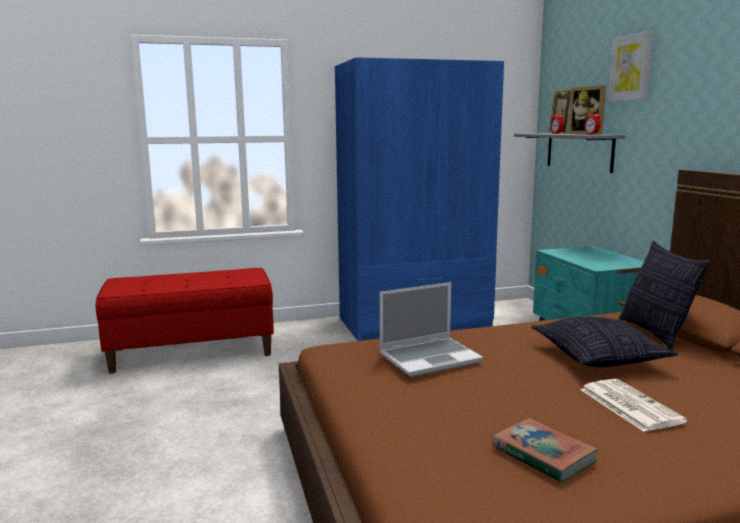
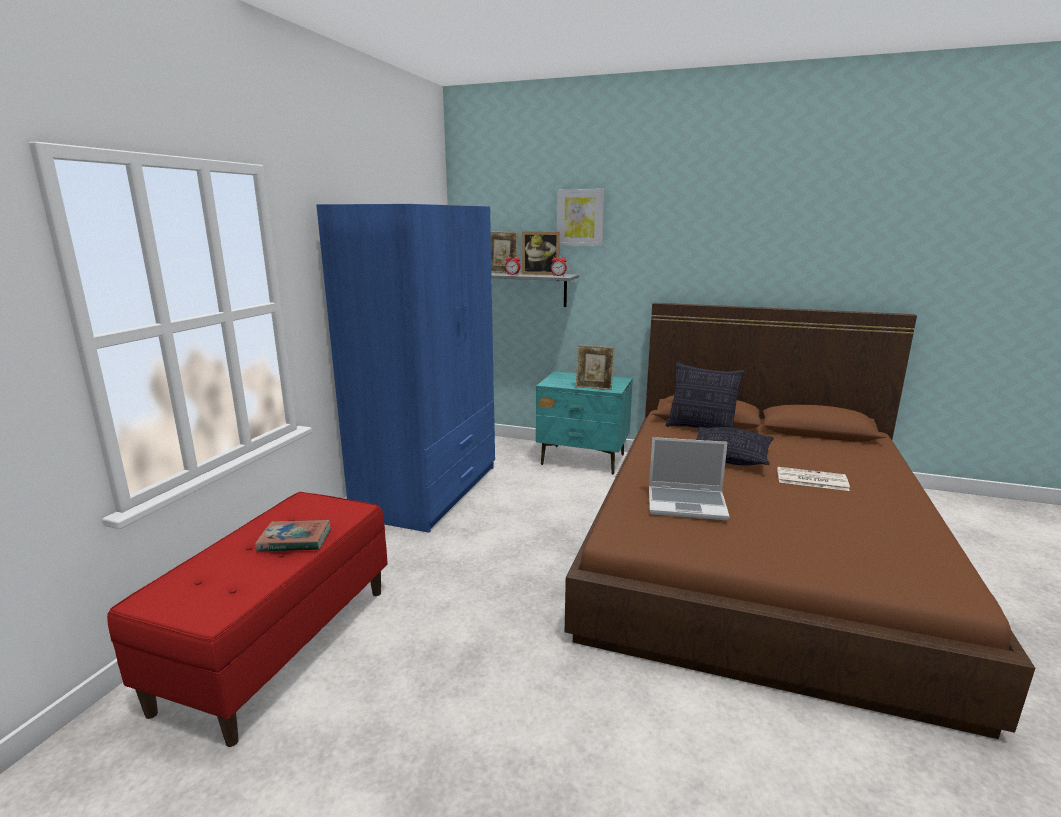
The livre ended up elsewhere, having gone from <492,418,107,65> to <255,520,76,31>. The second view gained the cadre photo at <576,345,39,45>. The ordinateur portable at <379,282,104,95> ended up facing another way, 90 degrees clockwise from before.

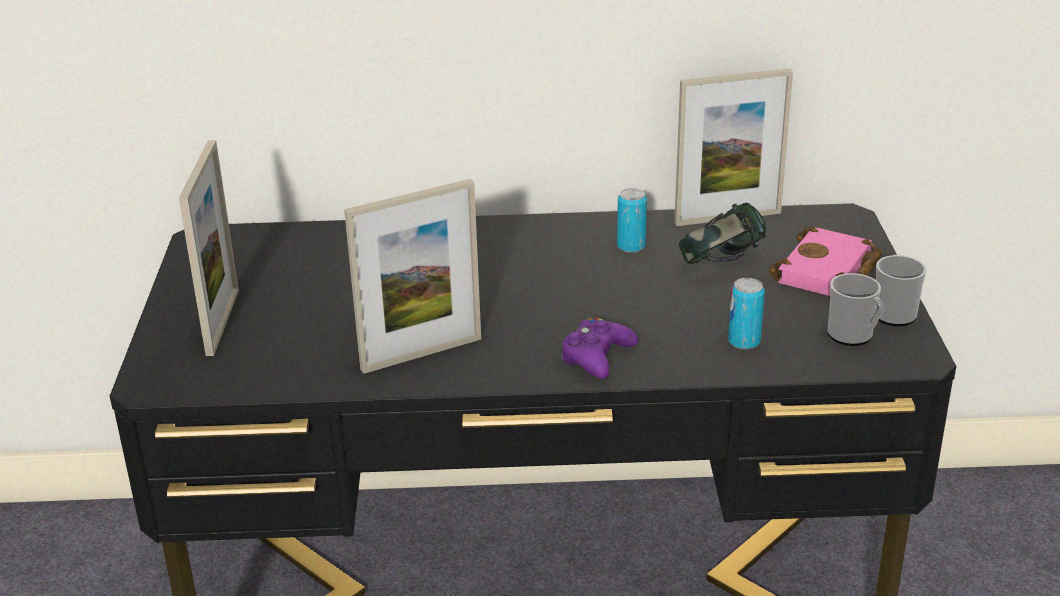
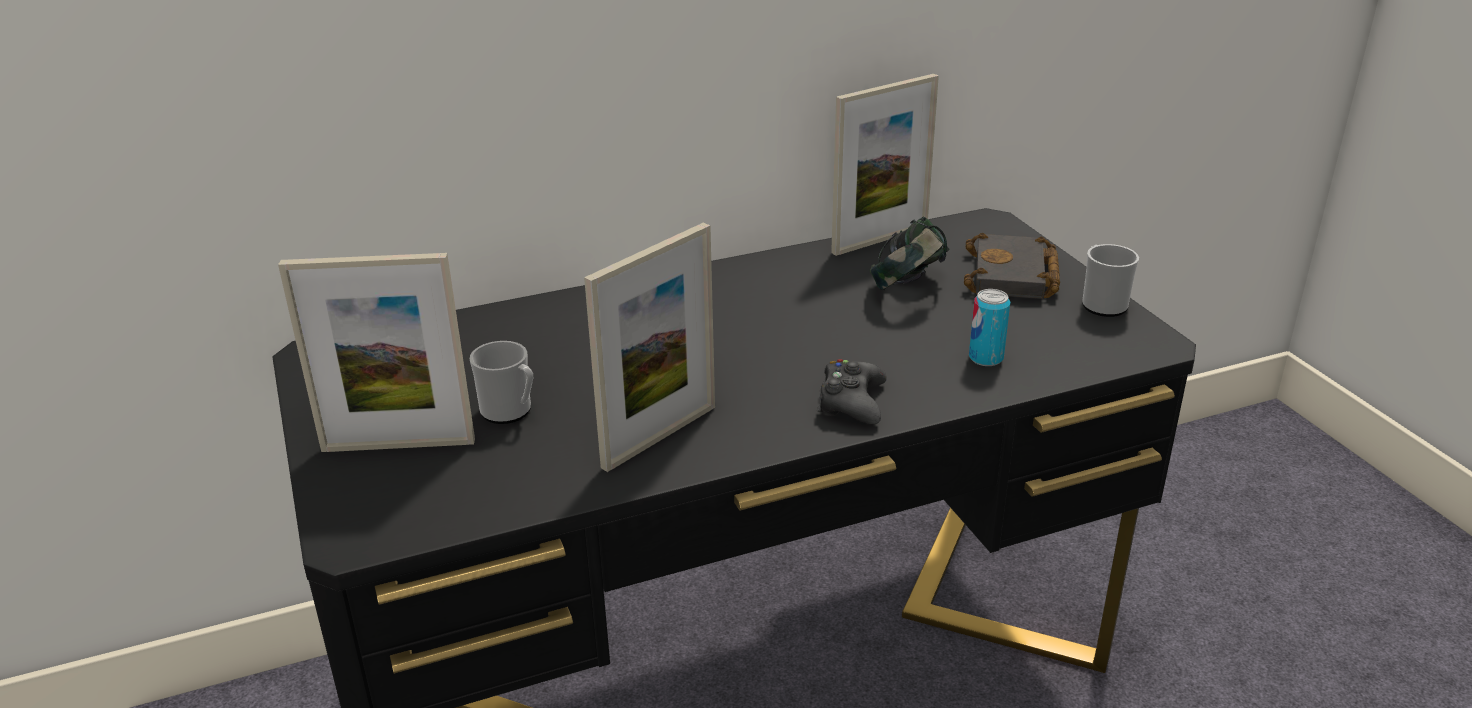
The cadre photo at <179,140,60,216> ended up facing another way, 105 degrees clockwise from before. The mug ended up elsewhere, having gone from <827,273,58,73> to <470,341,63,83>. What was the manette/violet at <561,317,77,62> turned into the manette/noir at <817,359,70,65>. What was the livre/rose at <769,226,113,70> turned into the livre/noir at <964,233,96,66>. The second view lost the boîte métallique at <617,188,30,65>.

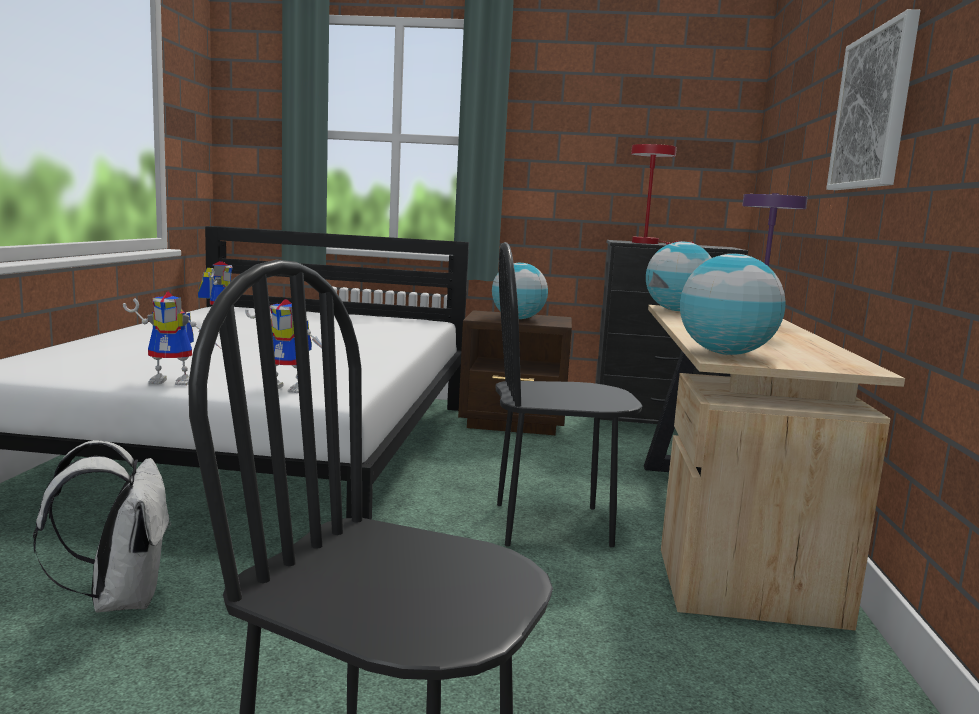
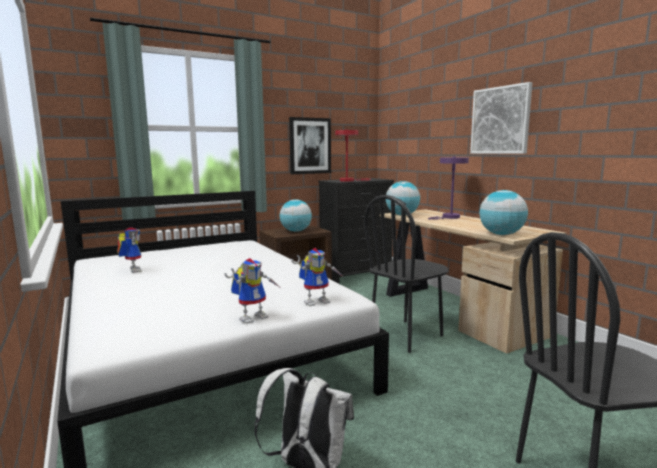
The second view gained the tableau at <289,117,42,57>.

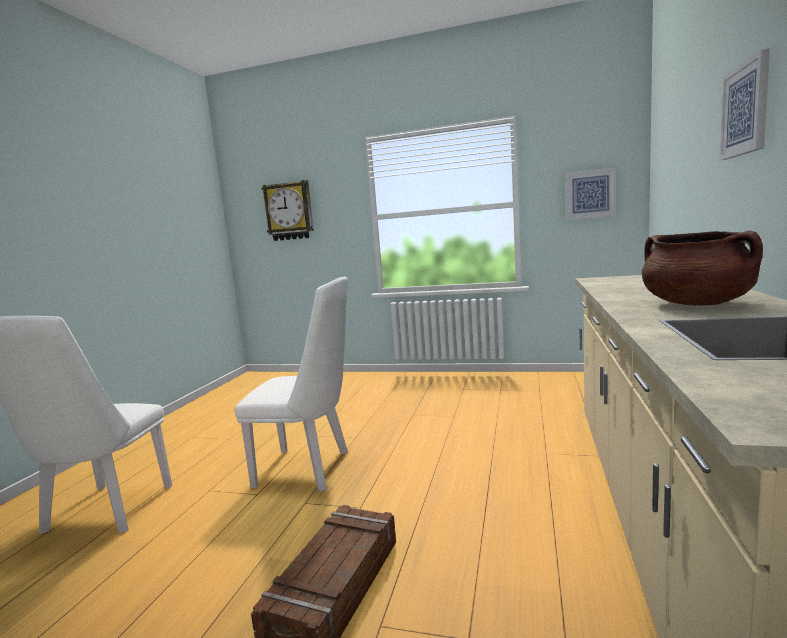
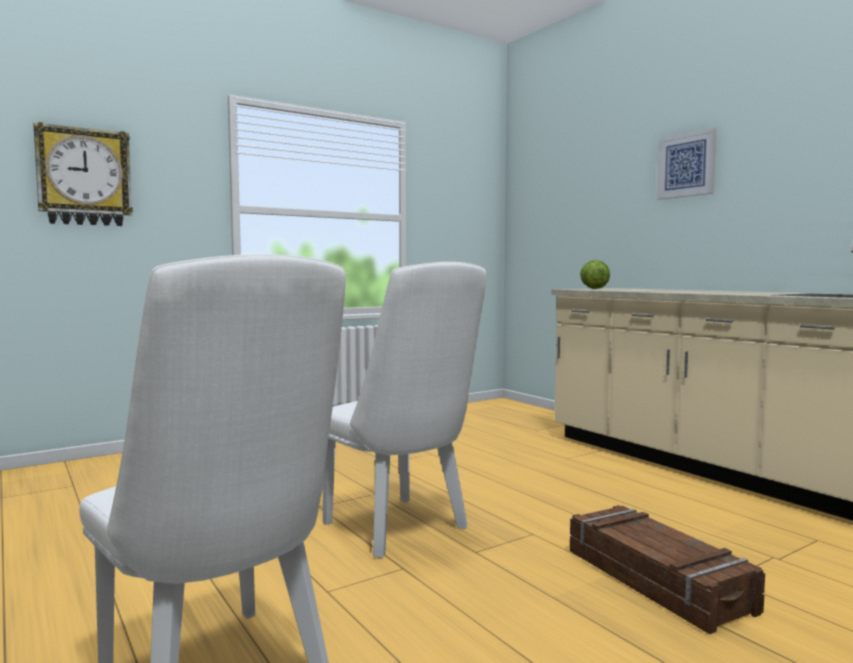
The chaise/blanc at <235,276,113,216> ended up facing another way, 90 degrees clockwise from before. The second view gained the laitue at <580,260,30,29>. The second view lost the tableau at <565,167,51,53>. The second view lost the marmite/marron at <642,230,121,76>.

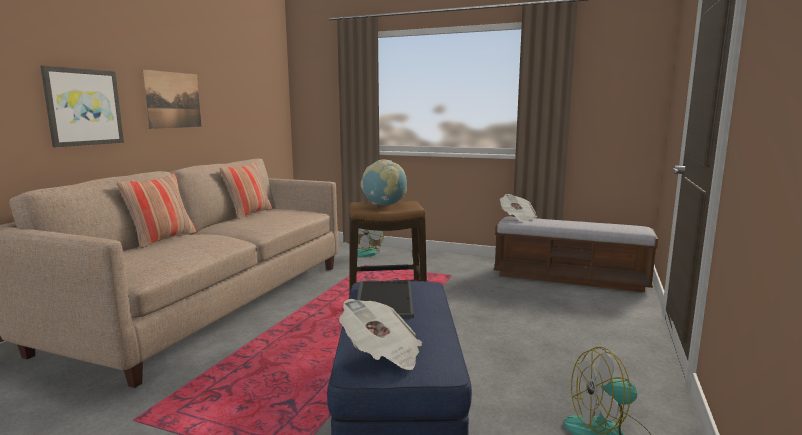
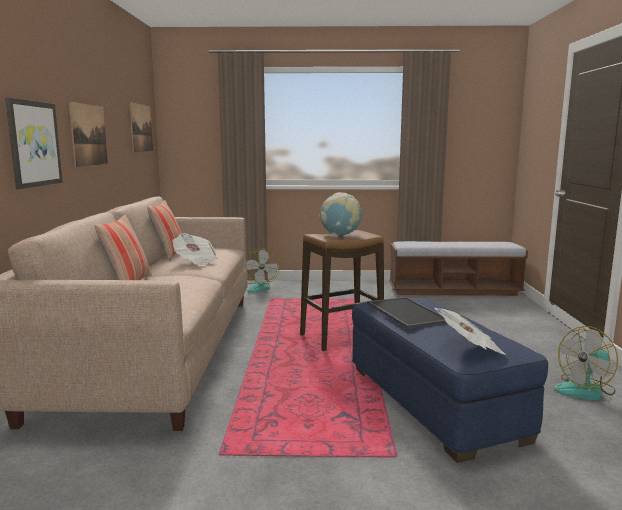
The second view gained the tableau at <129,102,24,50>. The journal ended up elsewhere, having gone from <500,194,37,28> to <172,234,46,32>.

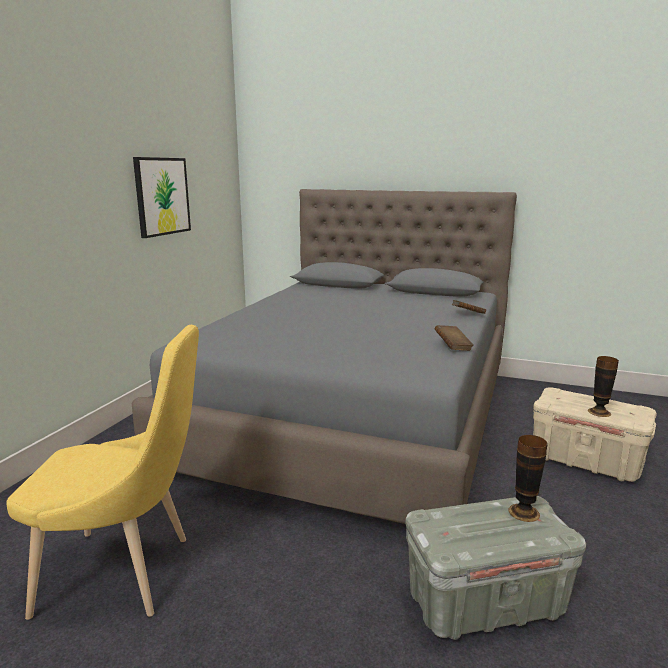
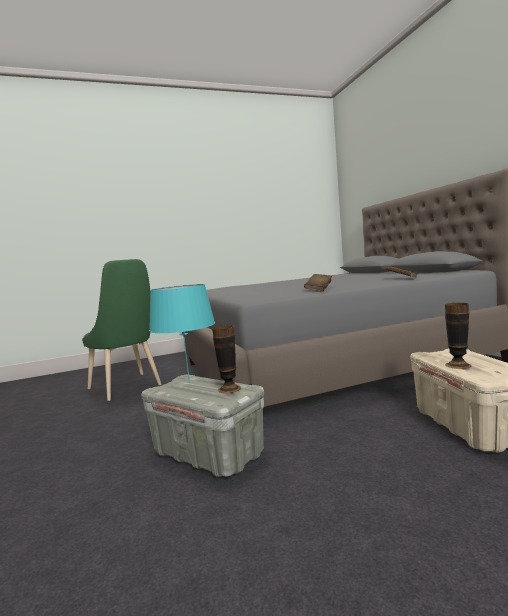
What was the chaise/jaune at <6,325,193,295> turned into the chaise/vert at <82,259,80,142>. The second view gained the lampe de table/turquoise at <149,284,66,99>. The second view lost the tableau at <133,157,58,81>.

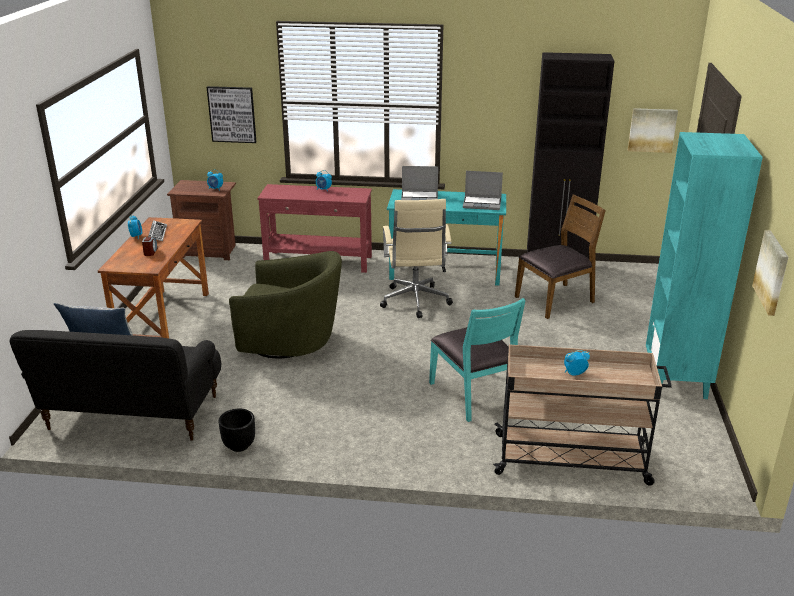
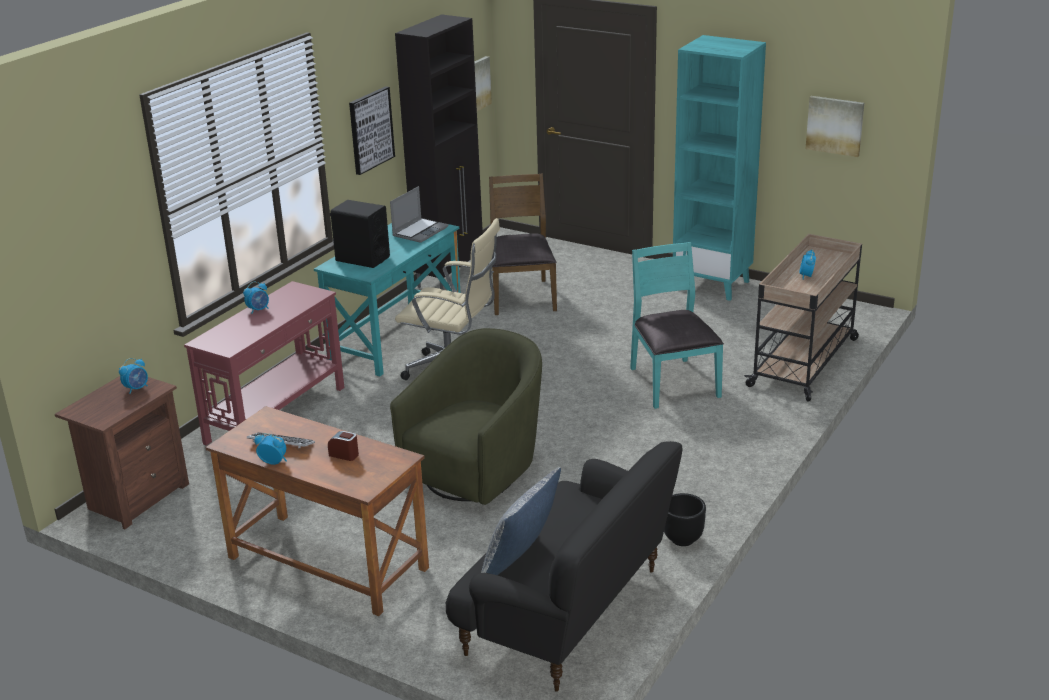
Where the ordinateur portable stood at <401,166,37,34>, the enceinte/noir came to stand at <330,200,60,68>. The tableau ended up elsewhere, having gone from <207,86,49,57> to <349,86,46,89>. The chaise/turquoise at <429,298,97,124> ended up facing another way, 105 degrees counterclockwise from before.

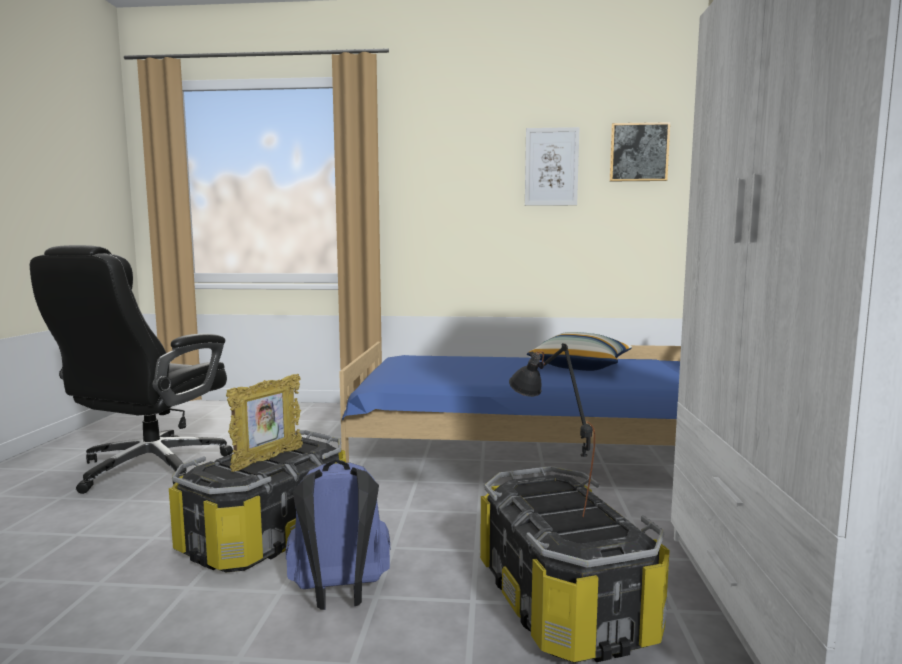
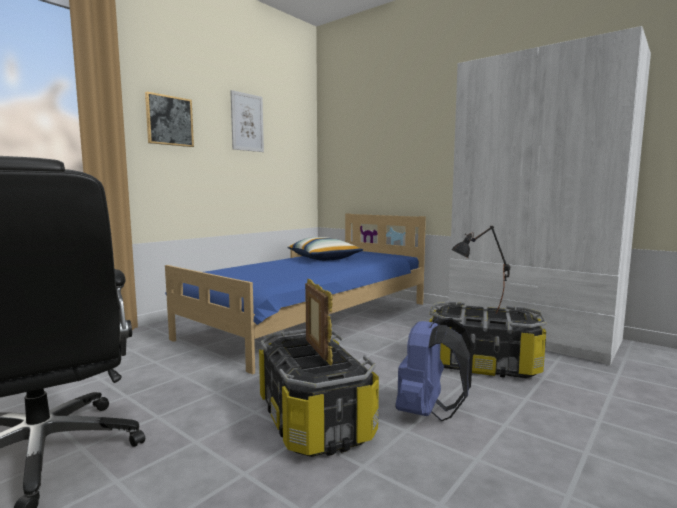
The tableau ended up elsewhere, having gone from <610,122,60,59> to <145,92,49,55>.

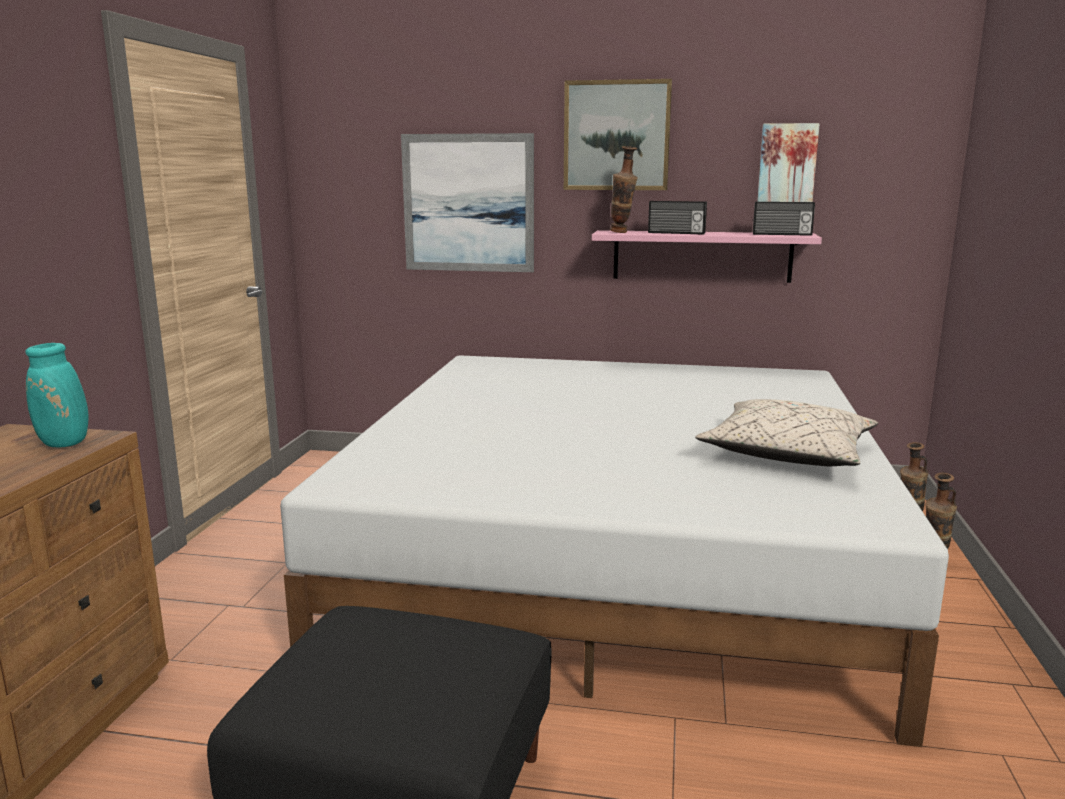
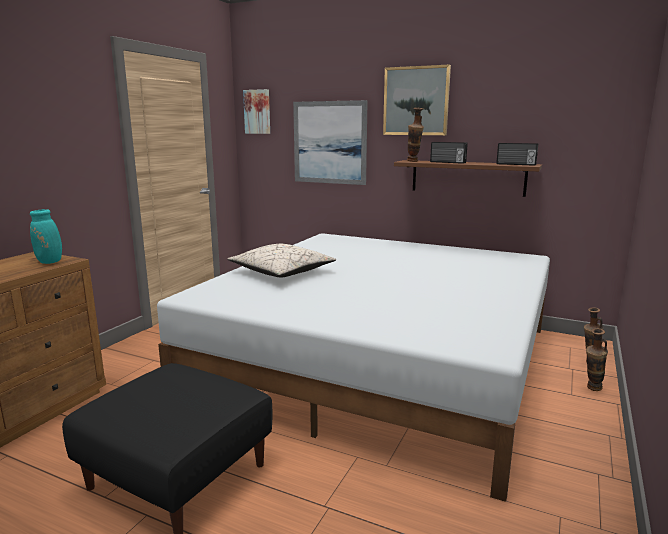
The coussin/beige ended up elsewhere, having gone from <695,399,183,67> to <227,244,109,33>. The tableau ended up elsewhere, having gone from <757,123,63,79> to <243,89,27,45>. What was the étagère/rose at <592,230,230,53> turned into the étagère/marron at <394,160,148,37>.

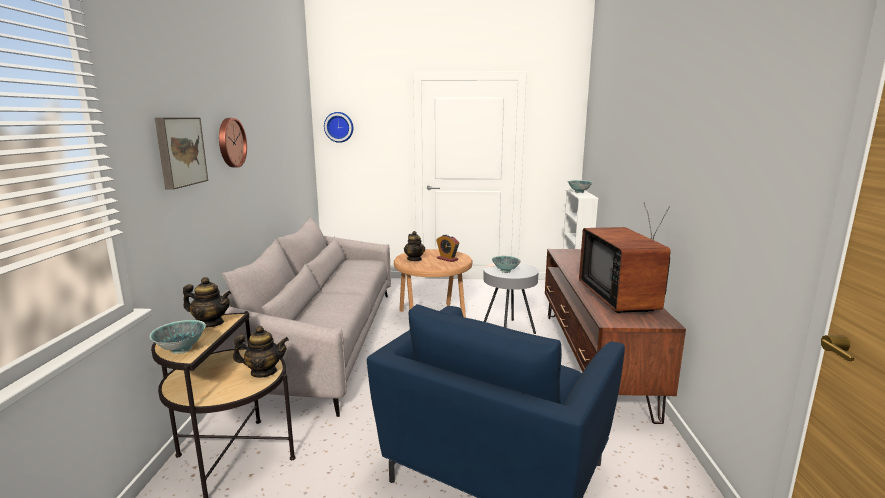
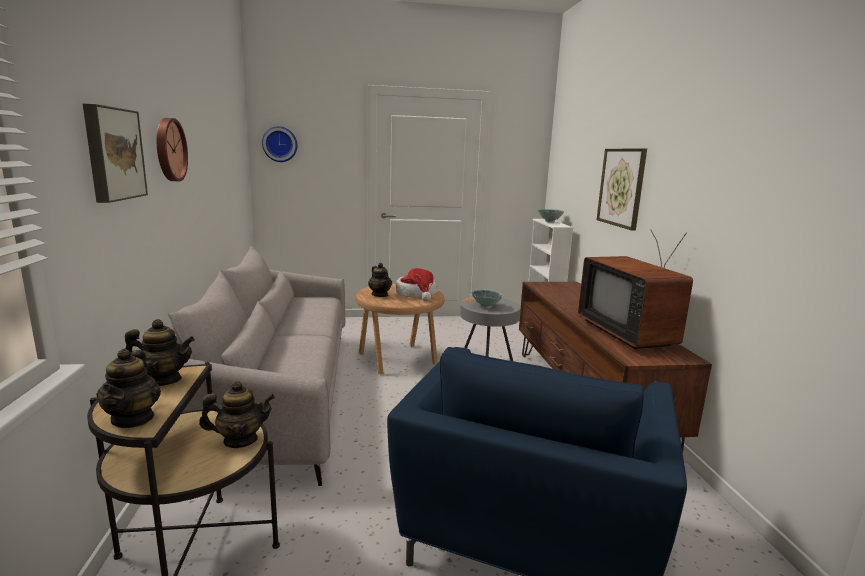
Where the bol stood at <150,320,56,34>, the théière came to stand at <96,348,65,80>. Where the réveil stood at <436,234,23,28>, the chapeau came to stand at <396,268,41,33>. The second view gained the tableau at <597,148,50,83>.

